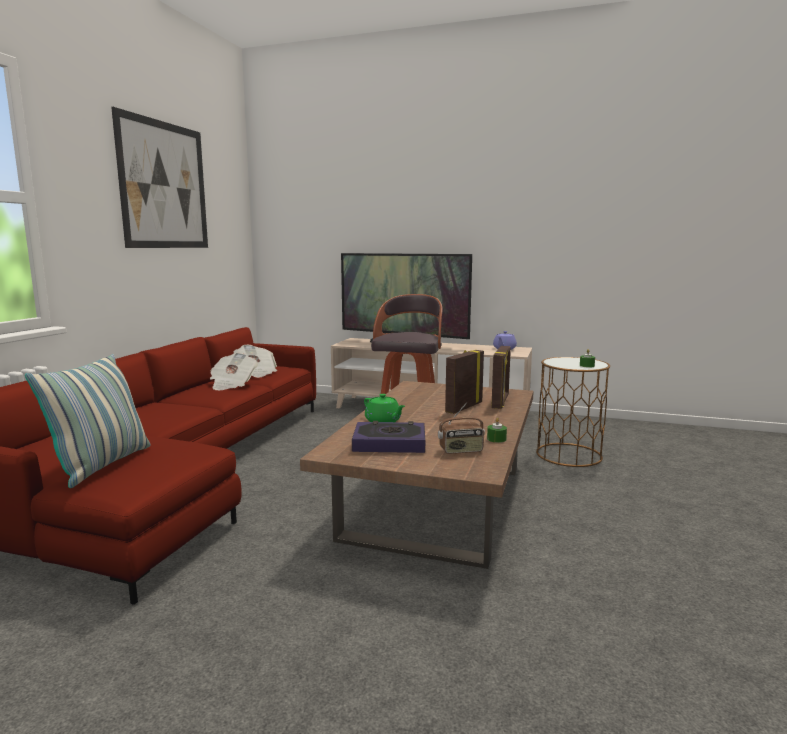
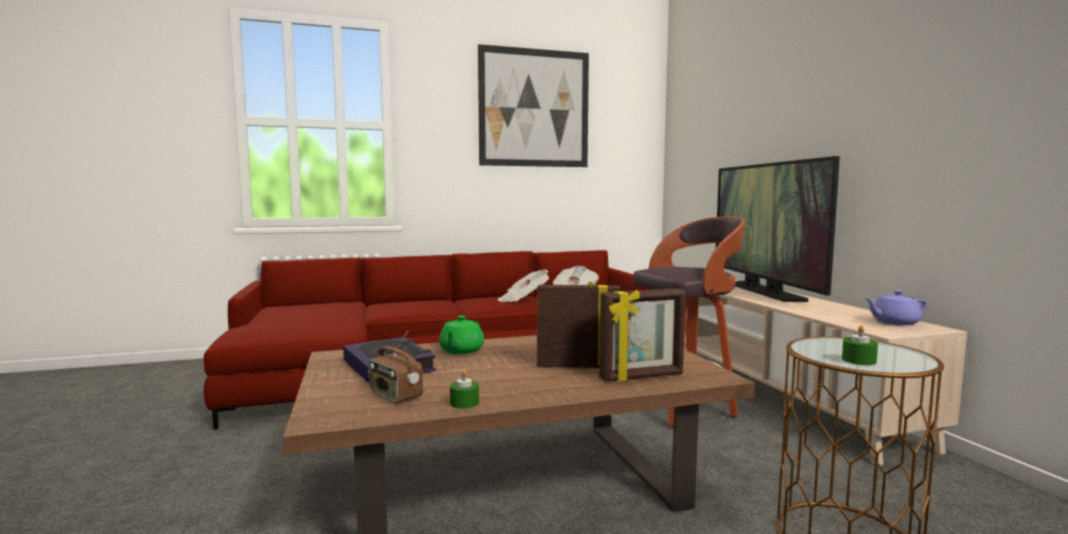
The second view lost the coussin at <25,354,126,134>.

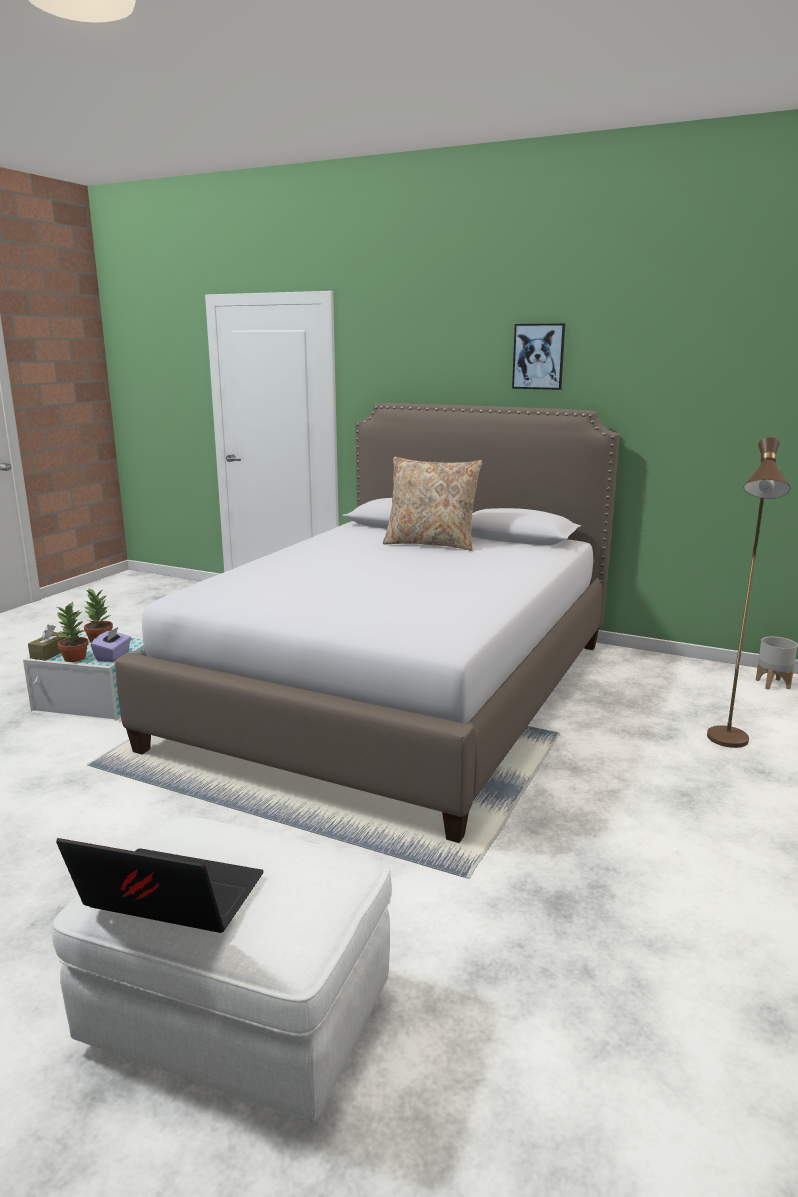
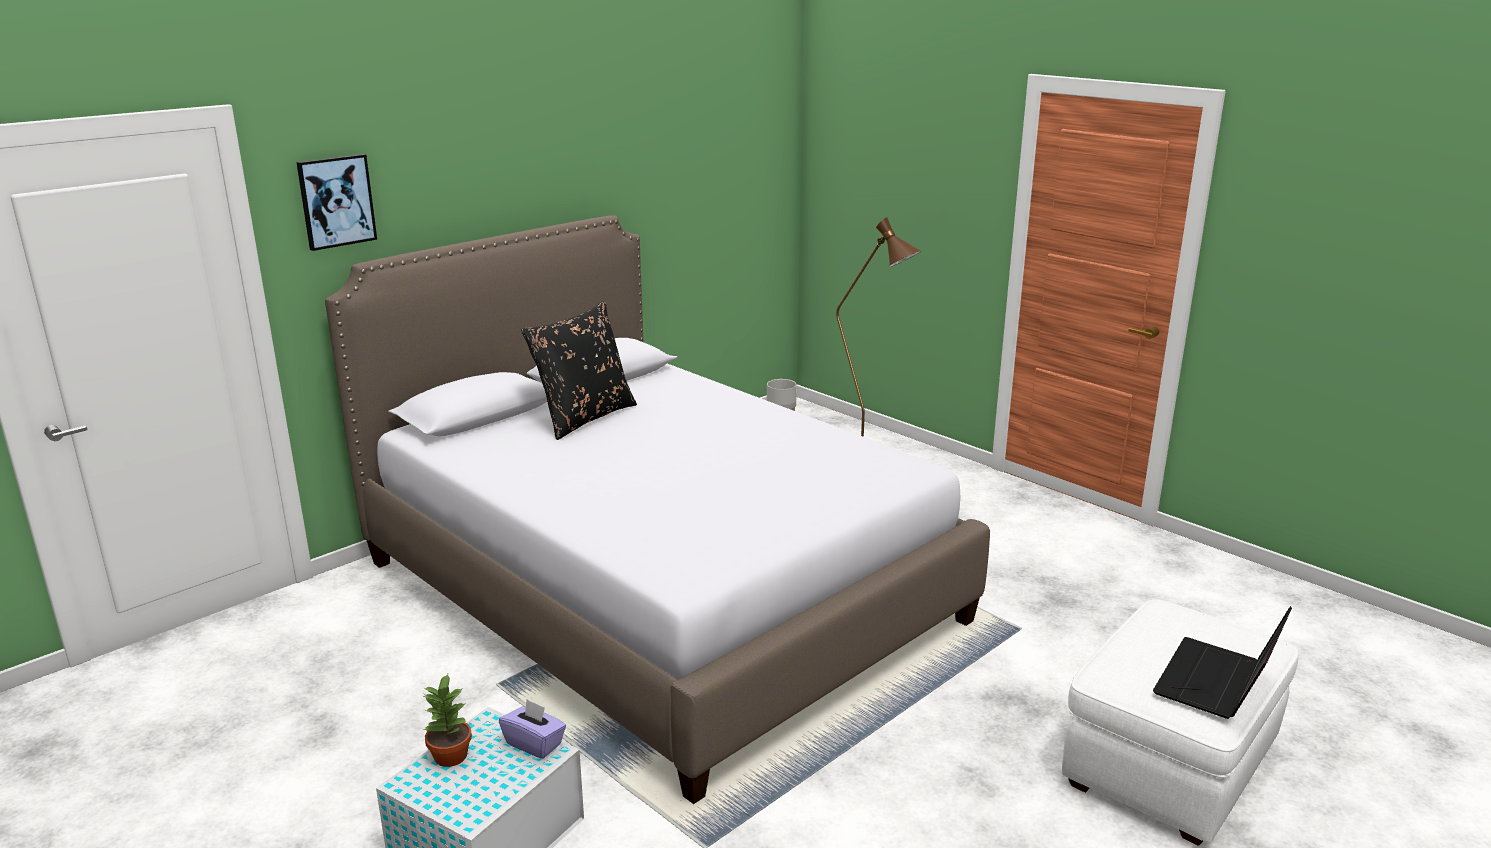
The tableau ended up elsewhere, having gone from <512,323,53,67> to <296,154,81,97>. What was the coussin/beige at <383,457,100,94> turned into the coussin/noir at <521,301,116,139>. The second view lost the boîte à mouchoirs/marron at <28,624,41,37>. The second view lost the plante en pot at <56,602,32,60>.

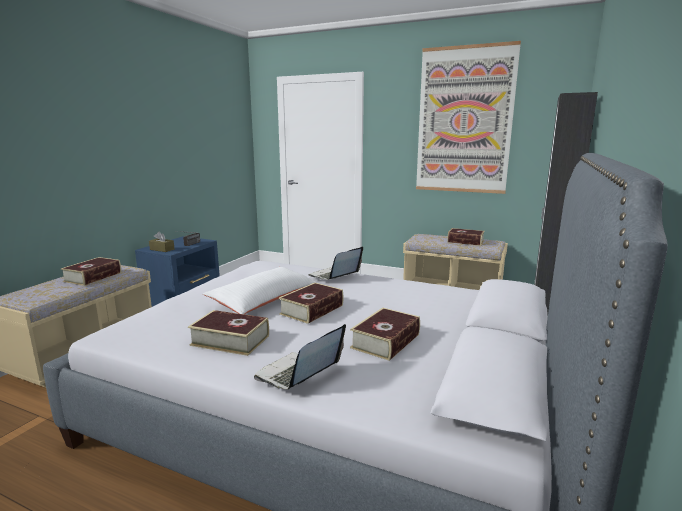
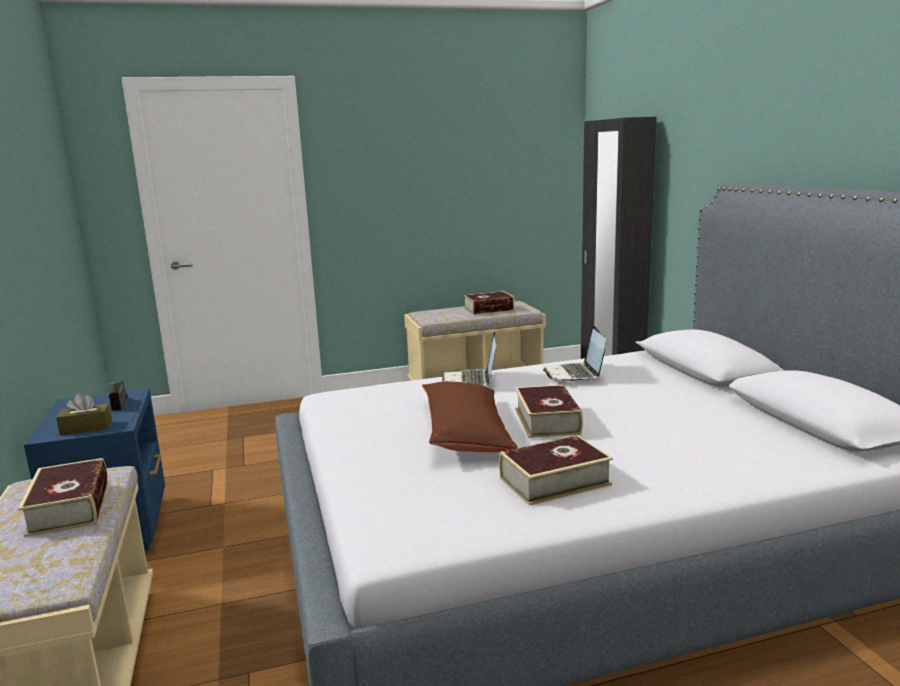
What was the coussin/blanc at <203,267,114,47> turned into the coussin/marron at <422,382,96,70>. The ordinateur portable ended up elsewhere, having gone from <254,324,92,66> to <543,325,63,56>. The second view lost the livre at <350,308,70,53>. The second view lost the tableau at <416,41,105,153>.

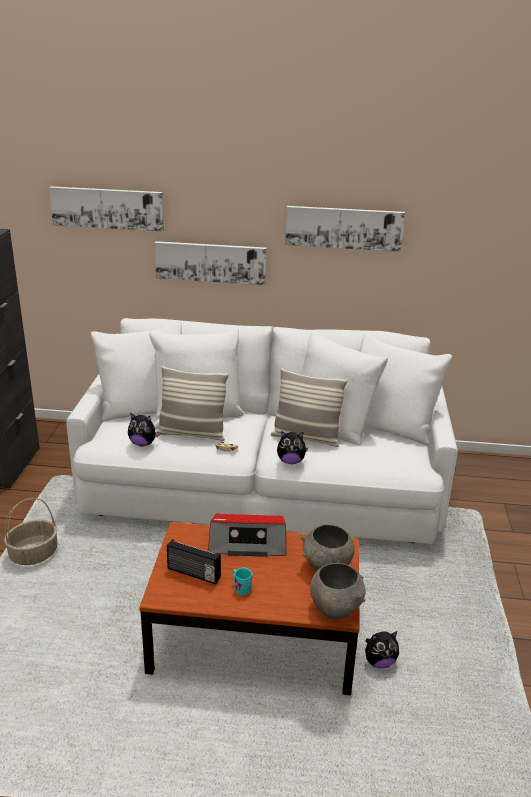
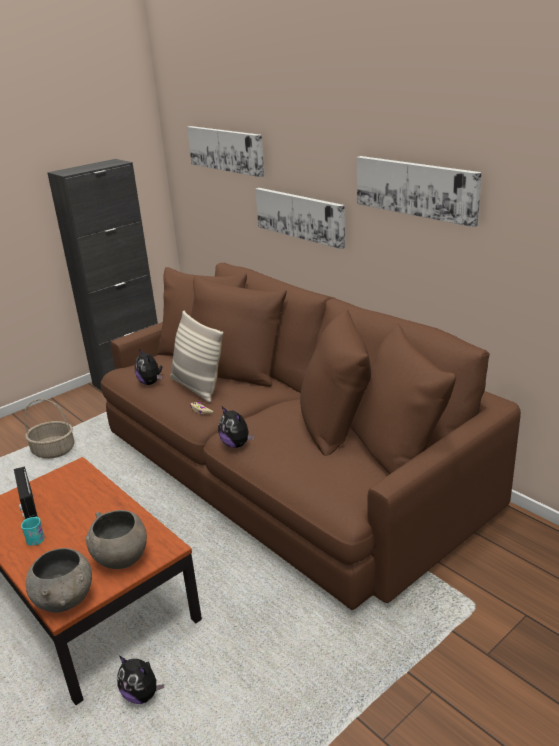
What was the canapé/blanc at <66,318,392,226> turned into the canapé/marron at <101,263,420,347>. The second view lost the radio at <208,514,78,43>. The second view lost the coussin at <271,368,77,79>.

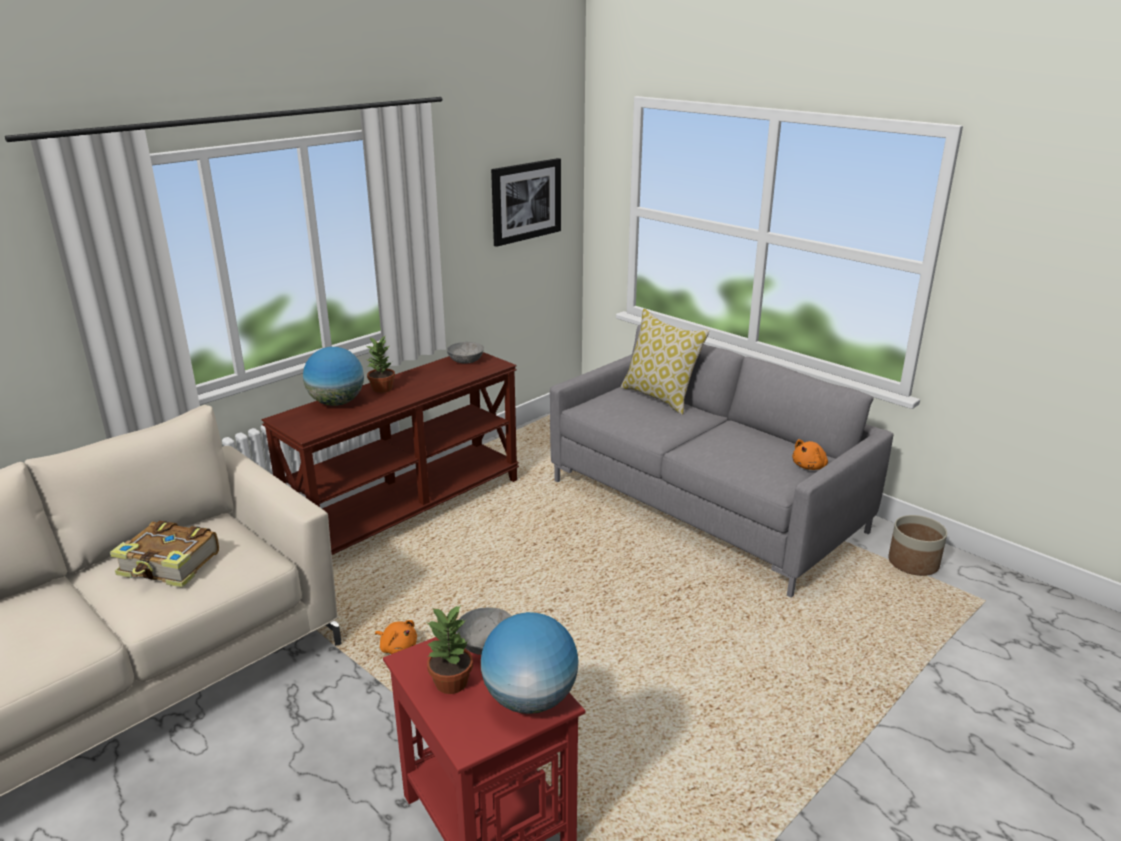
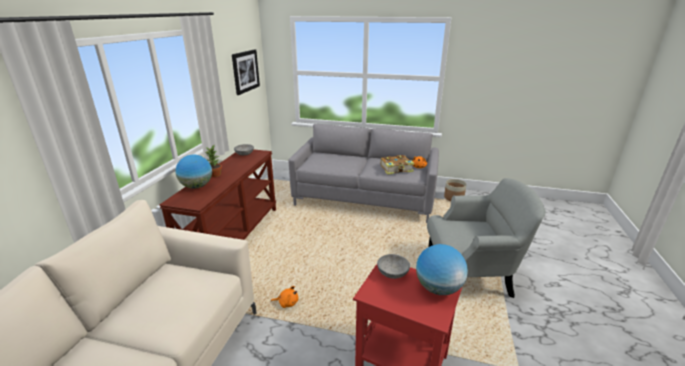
The livre ended up elsewhere, having gone from <110,521,109,67> to <381,155,33,20>. The second view gained the fauteuil/gris at <427,178,119,120>. The second view lost the plante en pot at <426,606,47,88>. The second view lost the coussin at <621,309,88,106>.

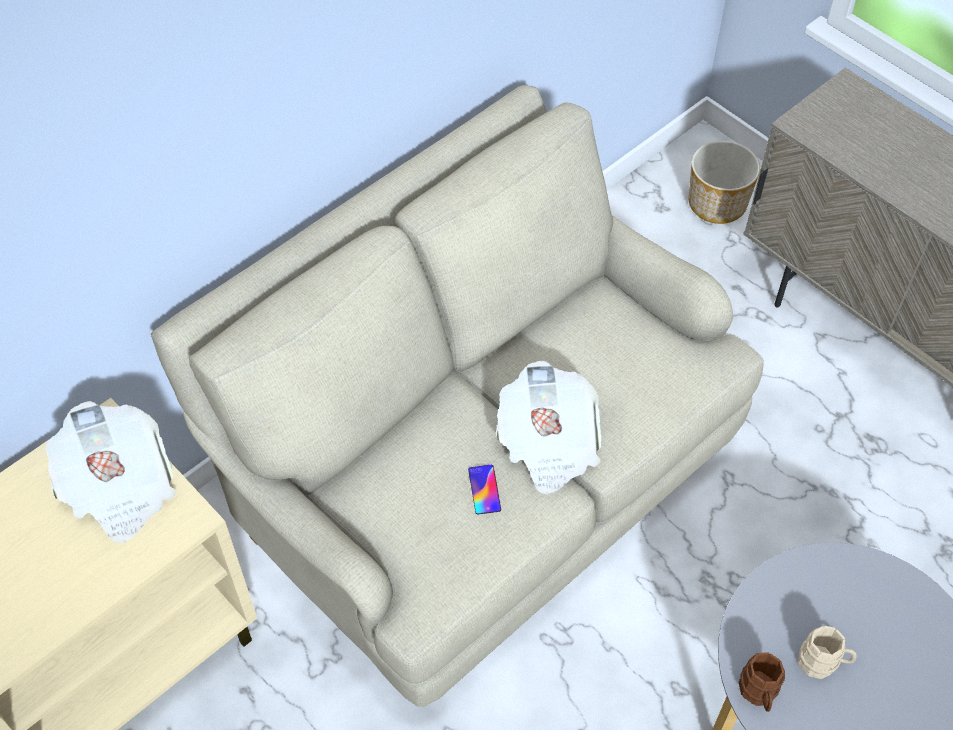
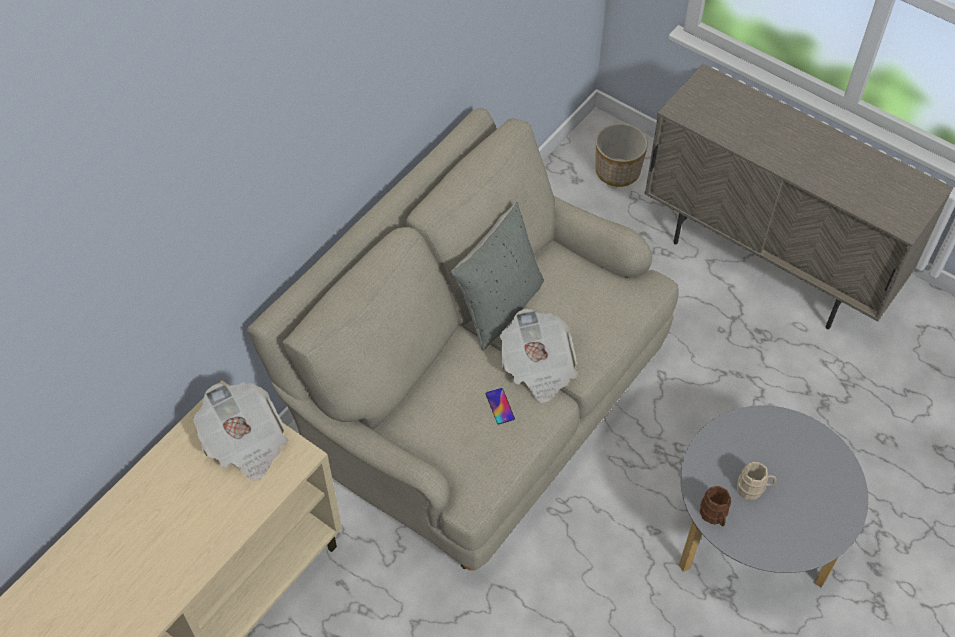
The second view gained the coussin/gris at <451,202,93,149>.

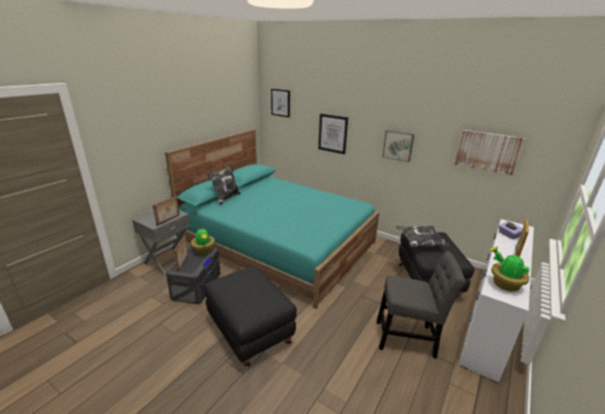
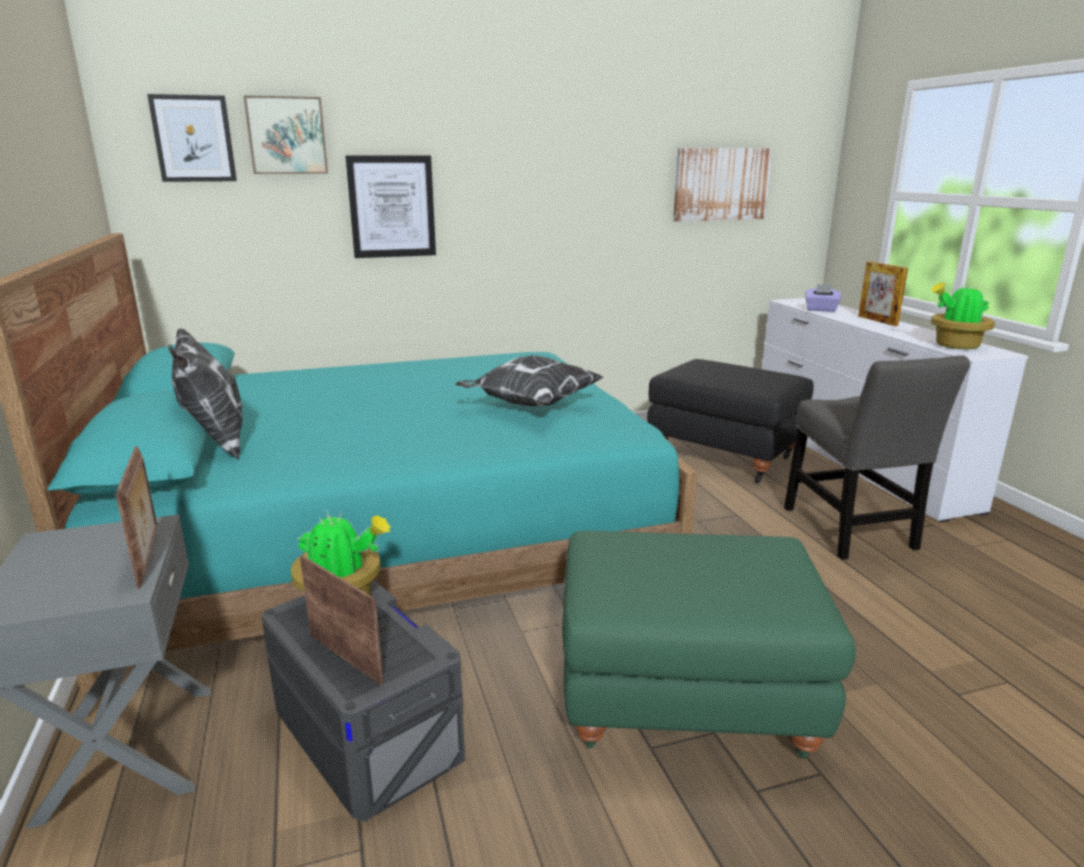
The tableau ended up elsewhere, having gone from <382,130,32,32> to <243,95,85,79>. The coussin ended up elsewhere, having gone from <396,226,54,21> to <455,355,149,51>. What was the pouf/noir at <204,266,93,100> turned into the pouf/vert at <562,531,294,227>. The chaise/gris at <377,251,89,108> ended up facing another way, 120 degrees clockwise from before.

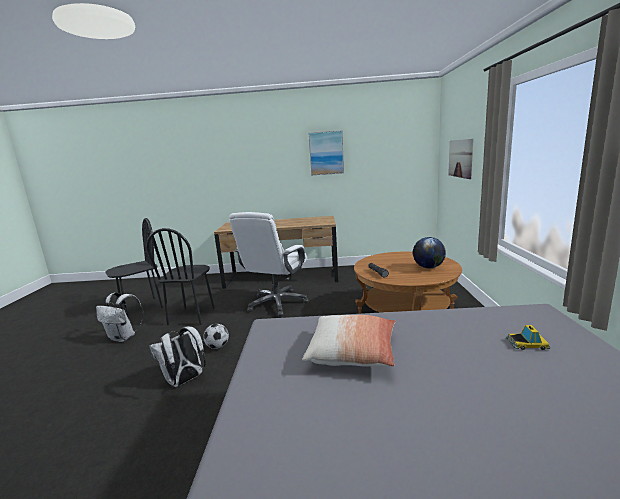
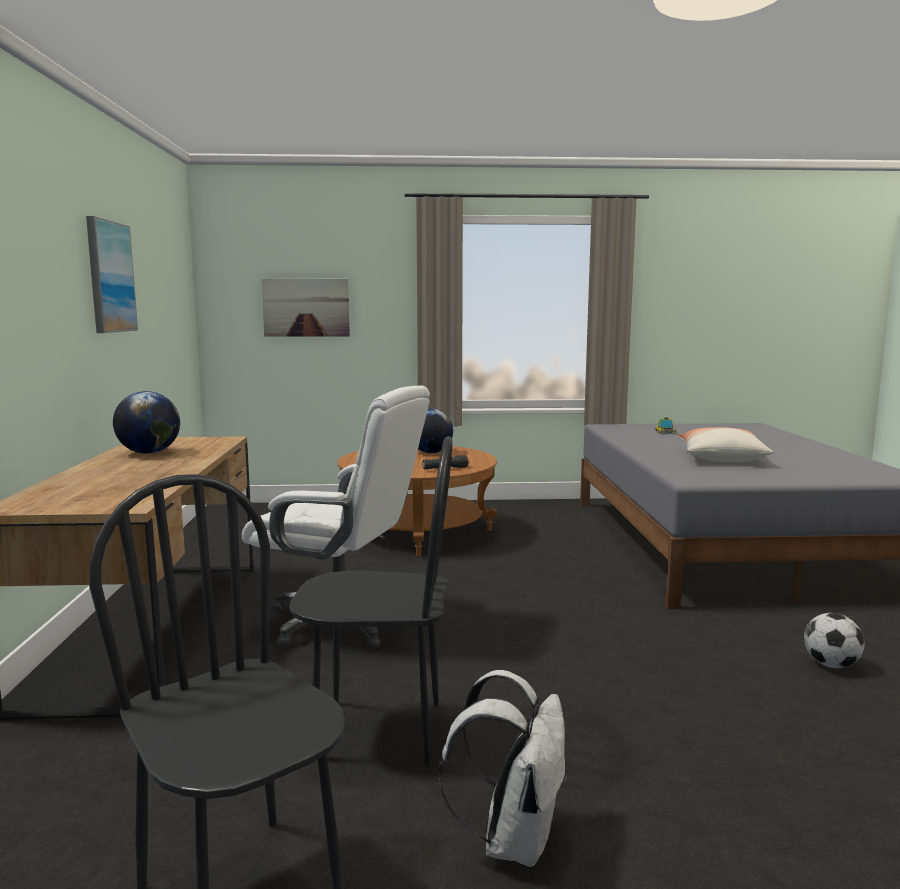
The second view gained the globe at <113,391,67,63>. The ballon de foot ended up elsewhere, having gone from <203,324,26,25> to <804,613,61,55>. The second view lost the sac à dos/blanc at <149,327,57,60>.

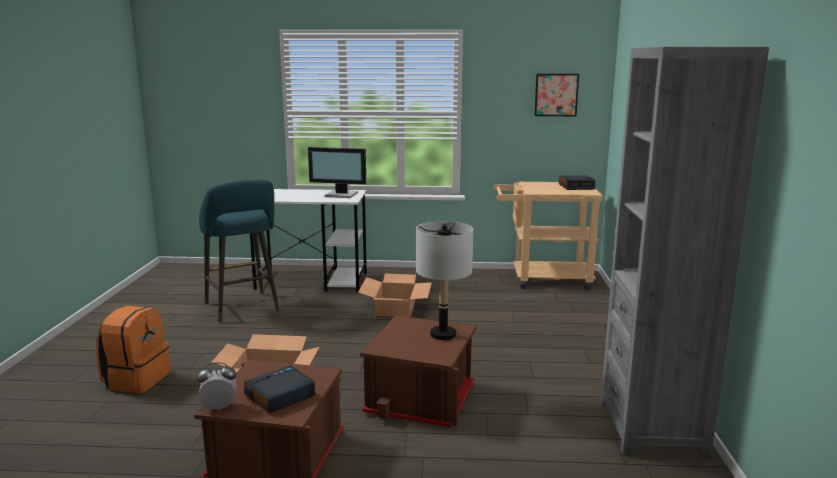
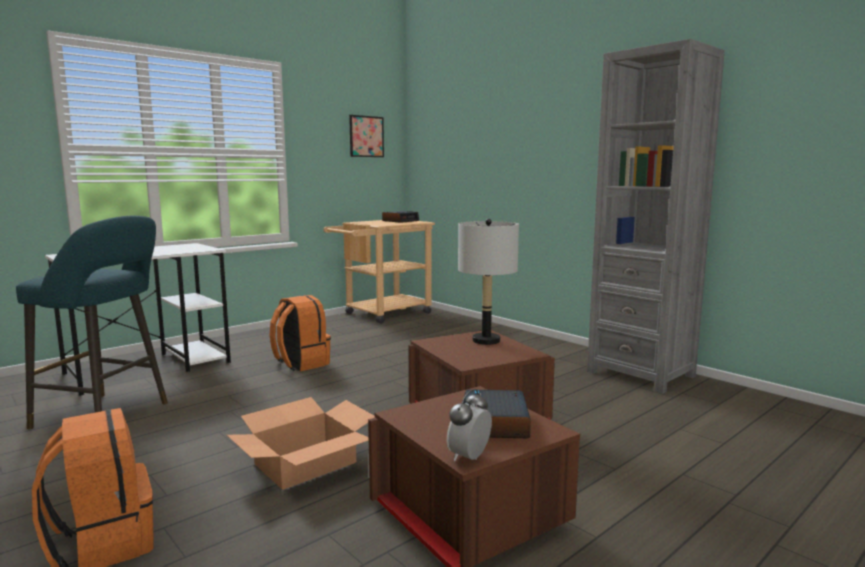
Where the carton stood at <358,274,74,43>, the sac à dos/orange came to stand at <270,295,61,76>. The second view lost the écran d'ordinateur at <308,147,58,51>.

